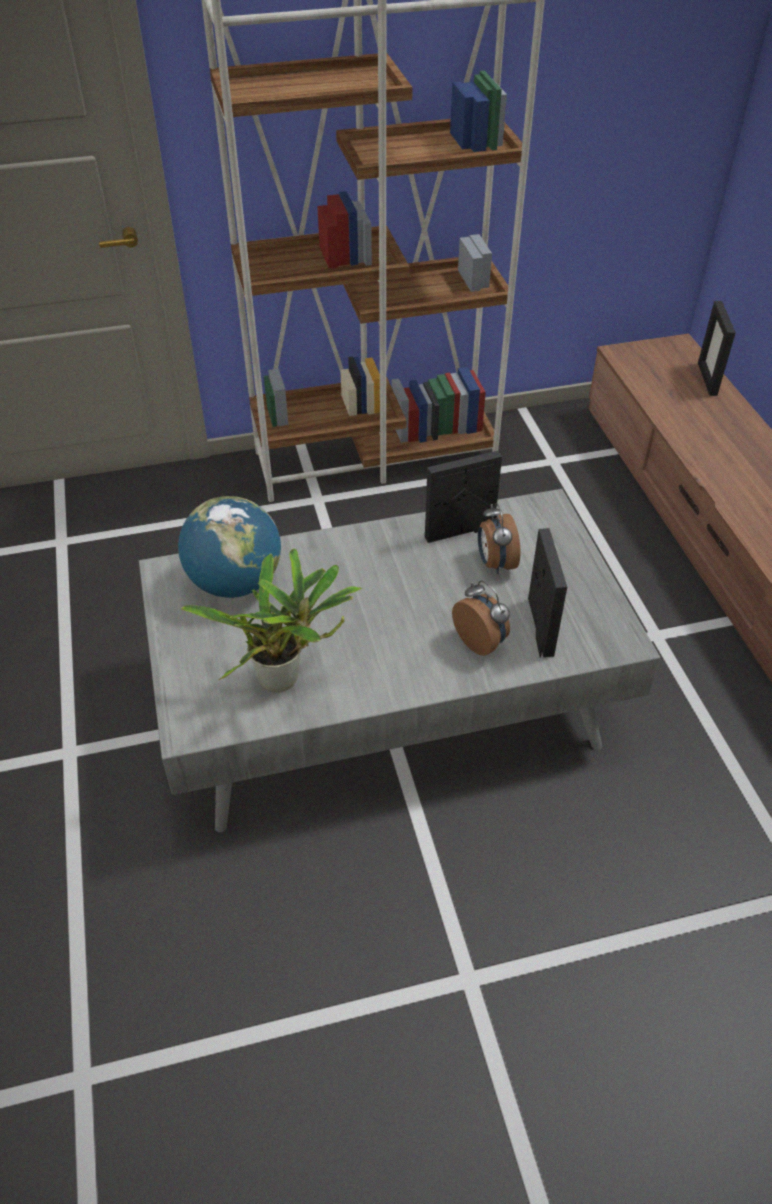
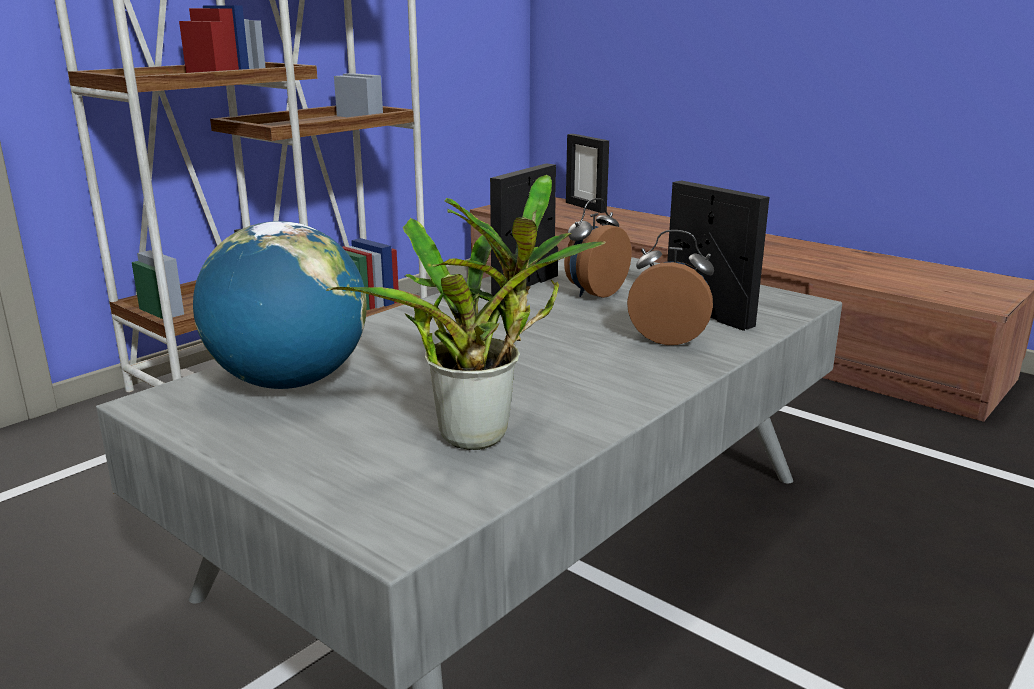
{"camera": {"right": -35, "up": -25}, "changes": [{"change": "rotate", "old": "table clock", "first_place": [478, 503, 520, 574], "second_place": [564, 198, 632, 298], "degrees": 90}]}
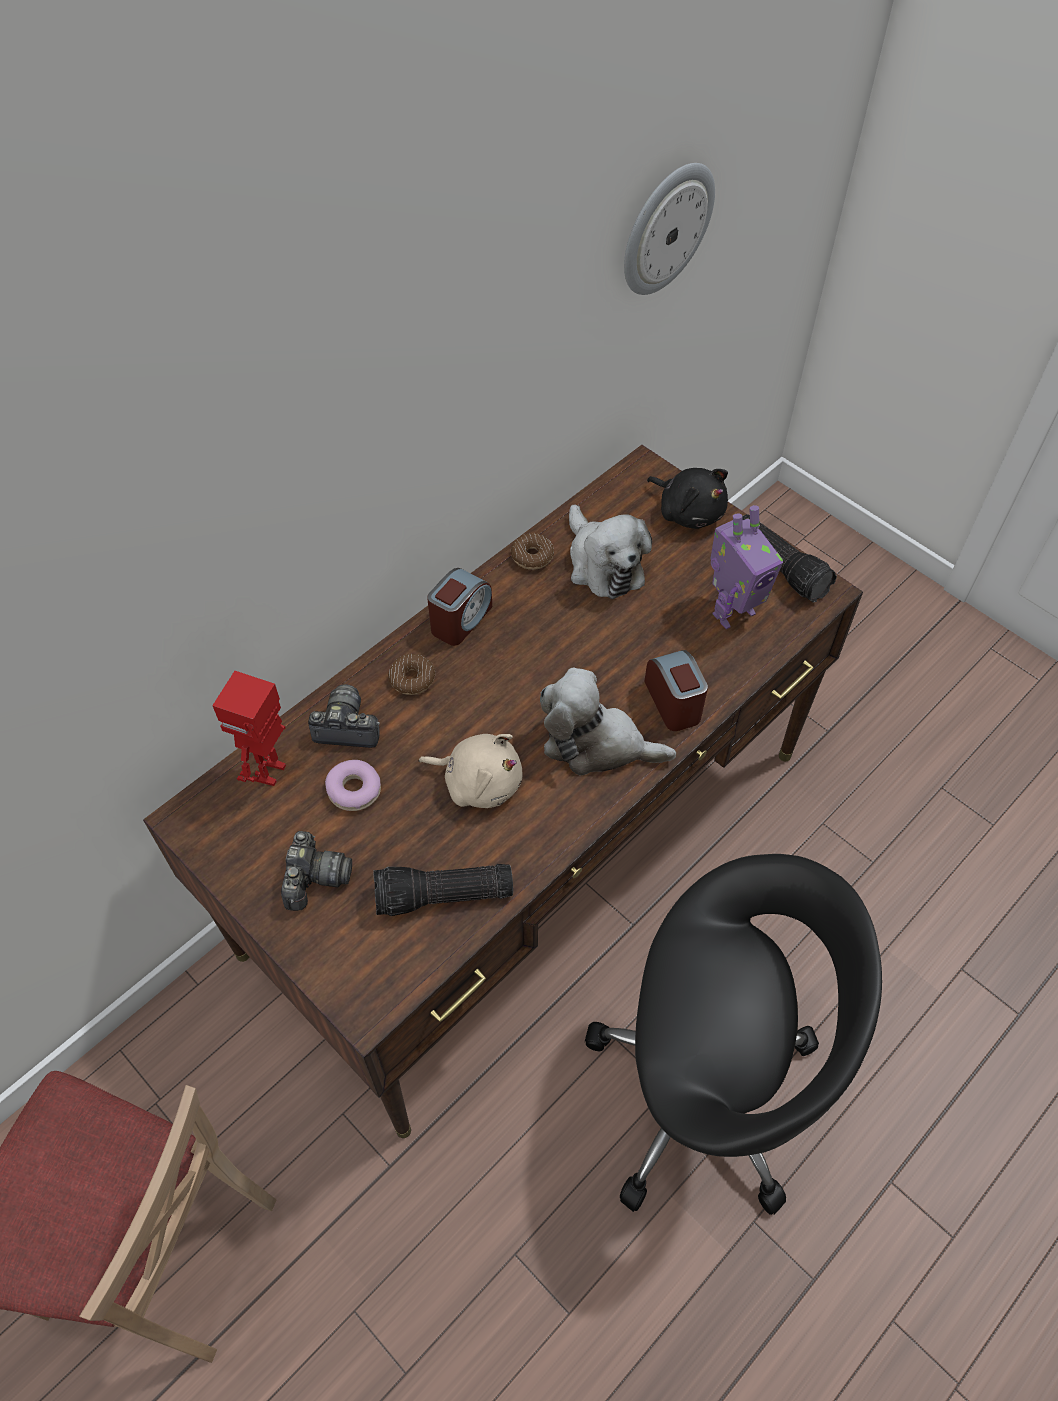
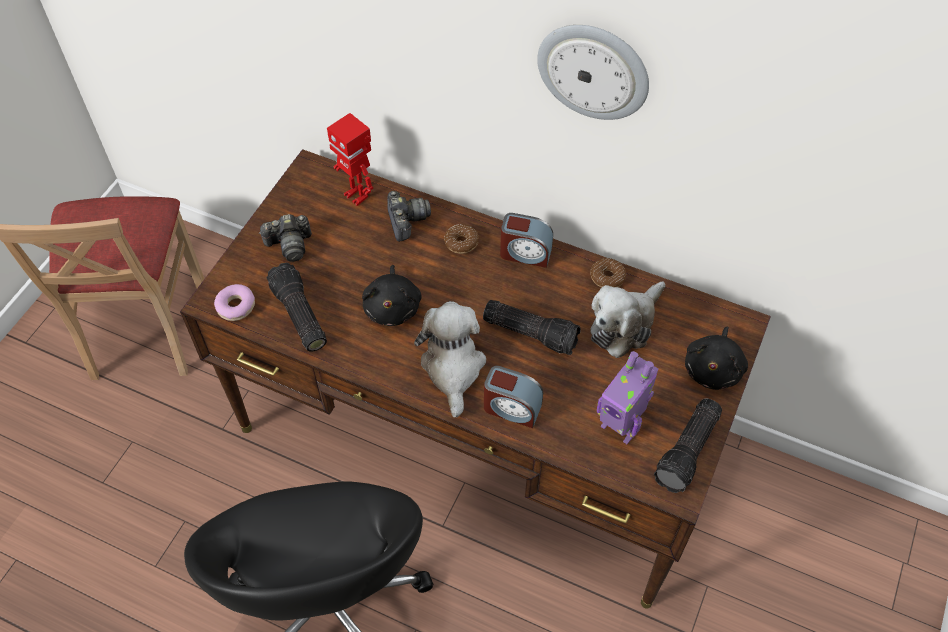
{"camera": {"right": 70, "up": 0}, "changes": [{"change": "insert", "new": "flashlight", "second_place": [483, 300, 581, 355]}, {"change": "move", "old": "donut", "first_place": [325, 760, 381, 811], "second_place": [214, 284, 255, 321]}, {"change": "move", "old": "hanging clock", "first_place": [624, 163, 715, 295], "second_place": [537, 25, 649, 120]}, {"change": "recolor", "old": "beige plush toy", "new": "black-coloured plush toy", "first_place": [419, 734, 522, 808], "second_place": [362, 265, 422, 326]}, {"change": "rotate", "old": "robot figure", "first_place": [212, 671, 286, 786], "second_place": [327, 113, 373, 206], "degrees": -135}, {"change": "rotate", "old": "table clock", "first_place": [644, 650, 708, 731], "second_place": [484, 366, 543, 428], "degrees": 60}]}
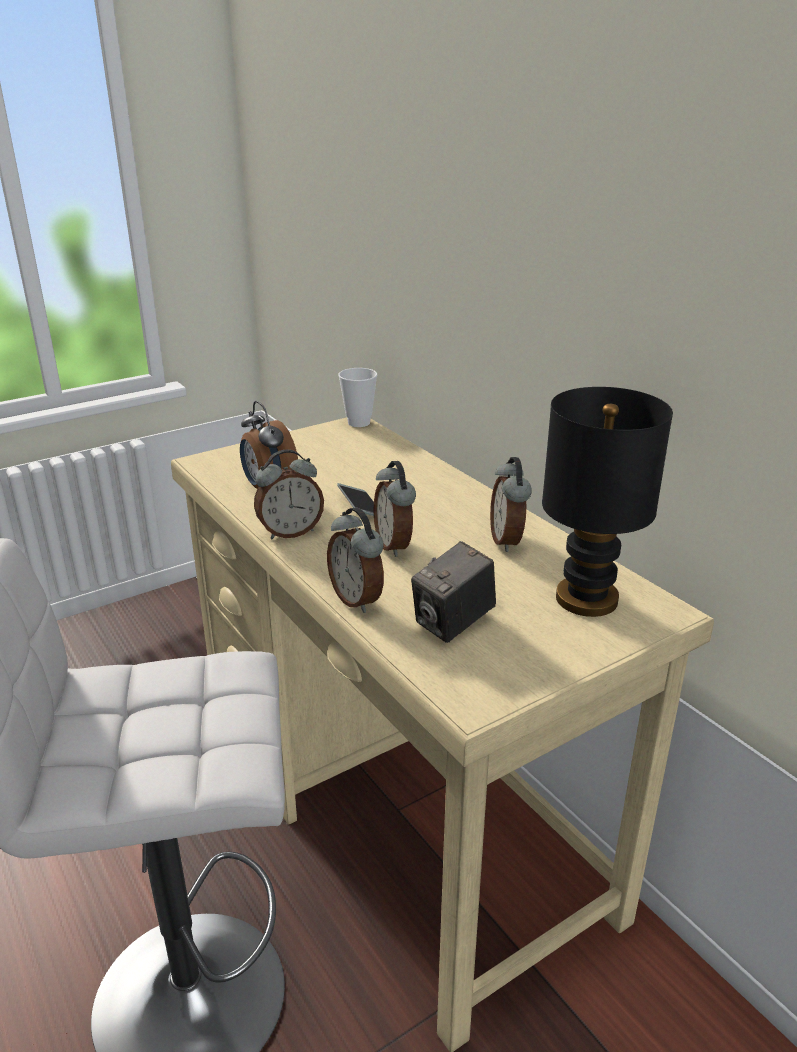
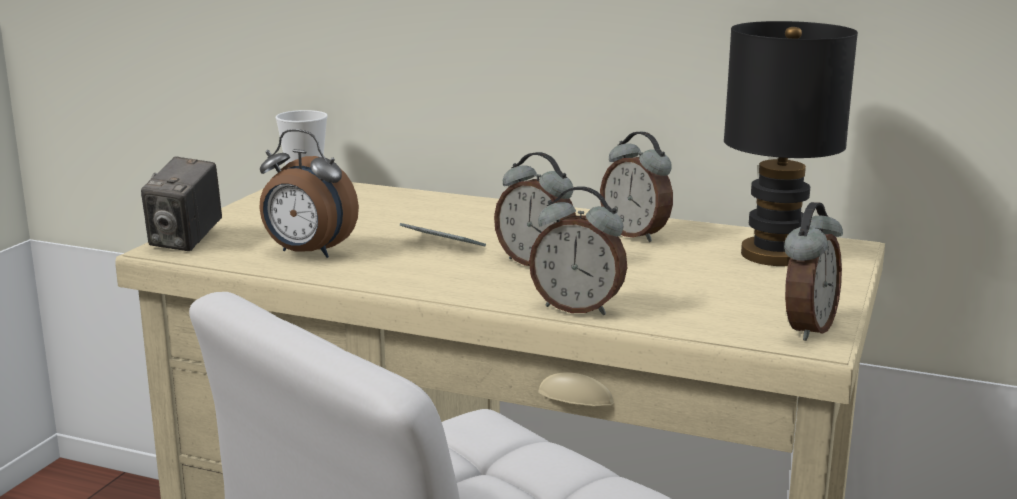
{"camera": {"right": -35, "up": -10}, "changes": [{"change": "move", "old": "table clock", "first_place": [254, 450, 324, 539], "second_place": [784, 202, 843, 341]}, {"change": "move", "old": "still camera", "first_place": [411, 541, 496, 643], "second_place": [141, 156, 222, 251]}]}
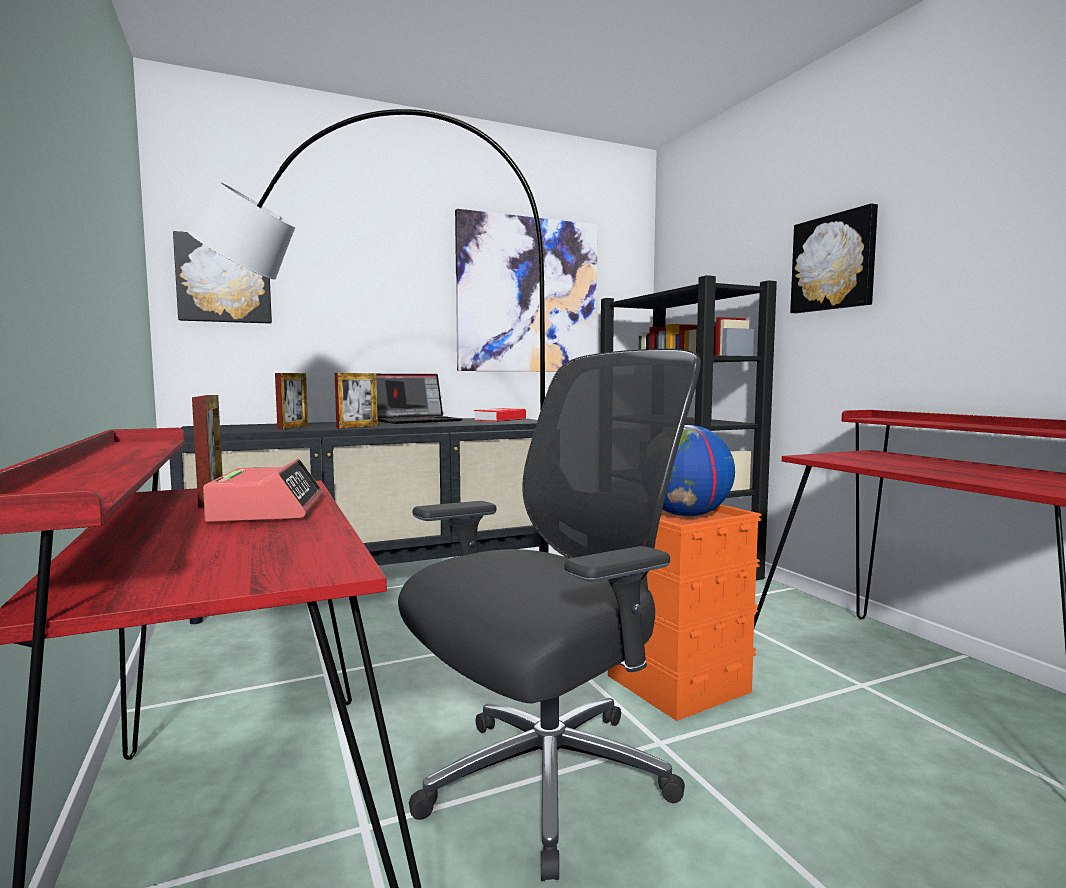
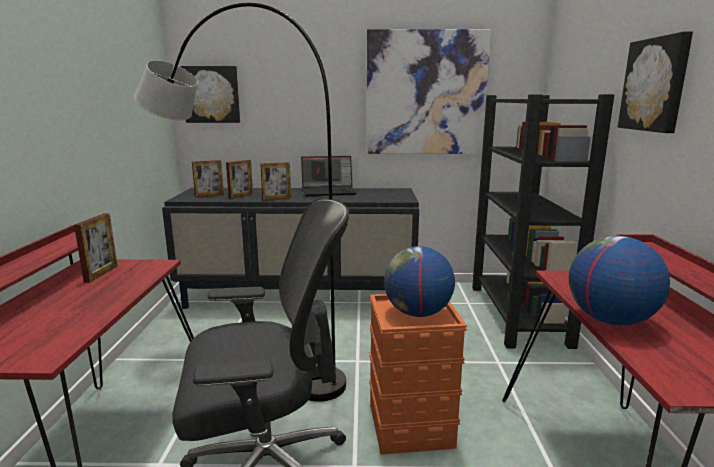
{"camera": {"right": 25, "up": 10}, "changes": [{"change": "delete", "old": "table clock", "first_place": [203, 459, 323, 522]}, {"change": "delete", "old": "bound book", "first_place": [474, 408, 526, 422]}, {"change": "insert", "new": "picture frame", "second_place": [192, 160, 224, 197]}, {"change": "insert", "new": "globe", "second_place": [569, 236, 670, 325]}]}
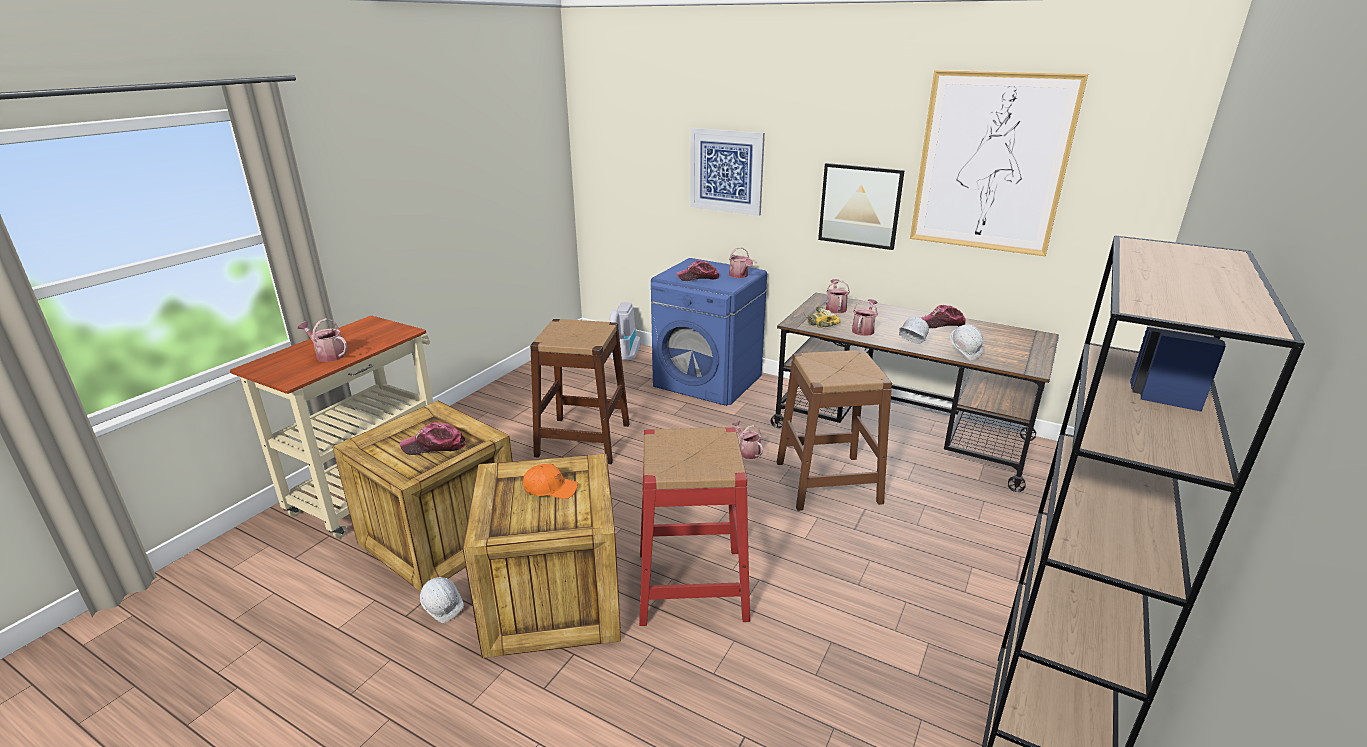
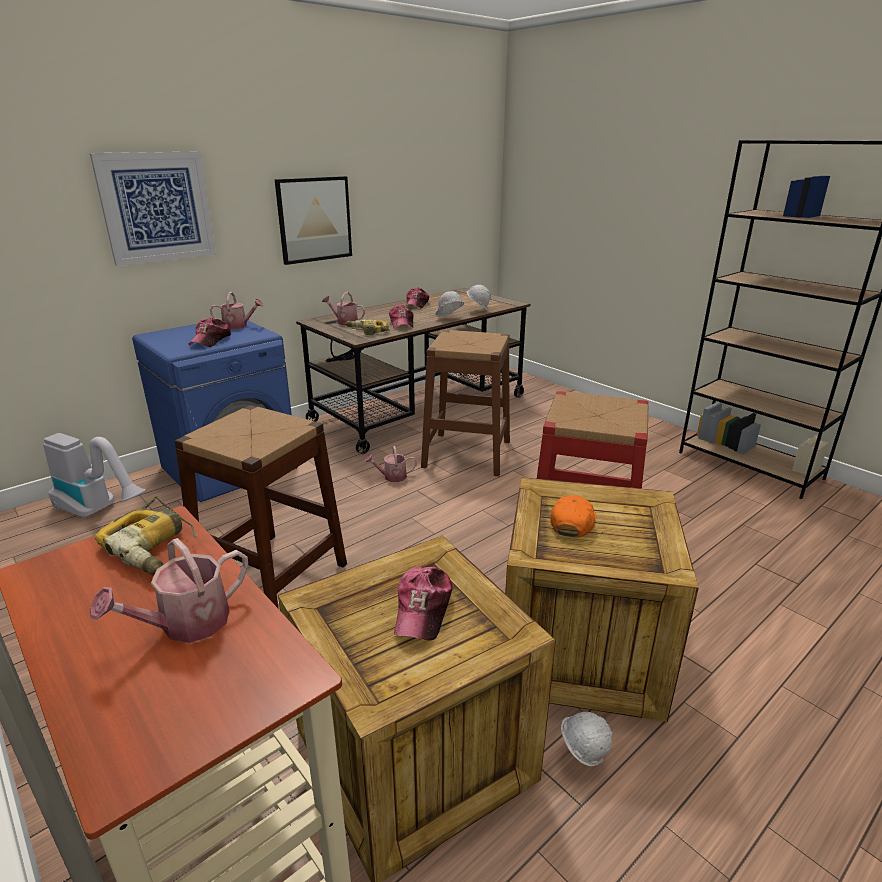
{"camera": {"right": -70, "up": 0}, "changes": [{"change": "delete", "old": "wall picture", "first_place": [910, 70, 1088, 257]}, {"change": "insert", "new": "drill", "second_place": [95, 496, 197, 576]}, {"change": "replace", "old": "watering can", "new": "cap", "first_place": [852, 299, 878, 336], "second_place": [389, 305, 414, 328]}]}
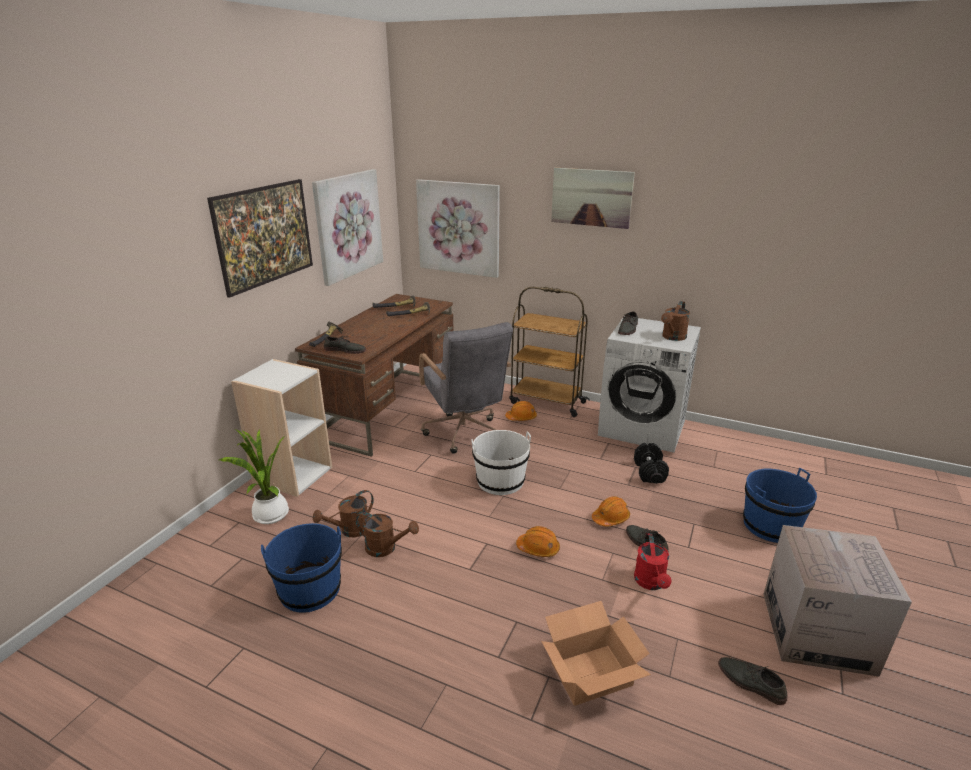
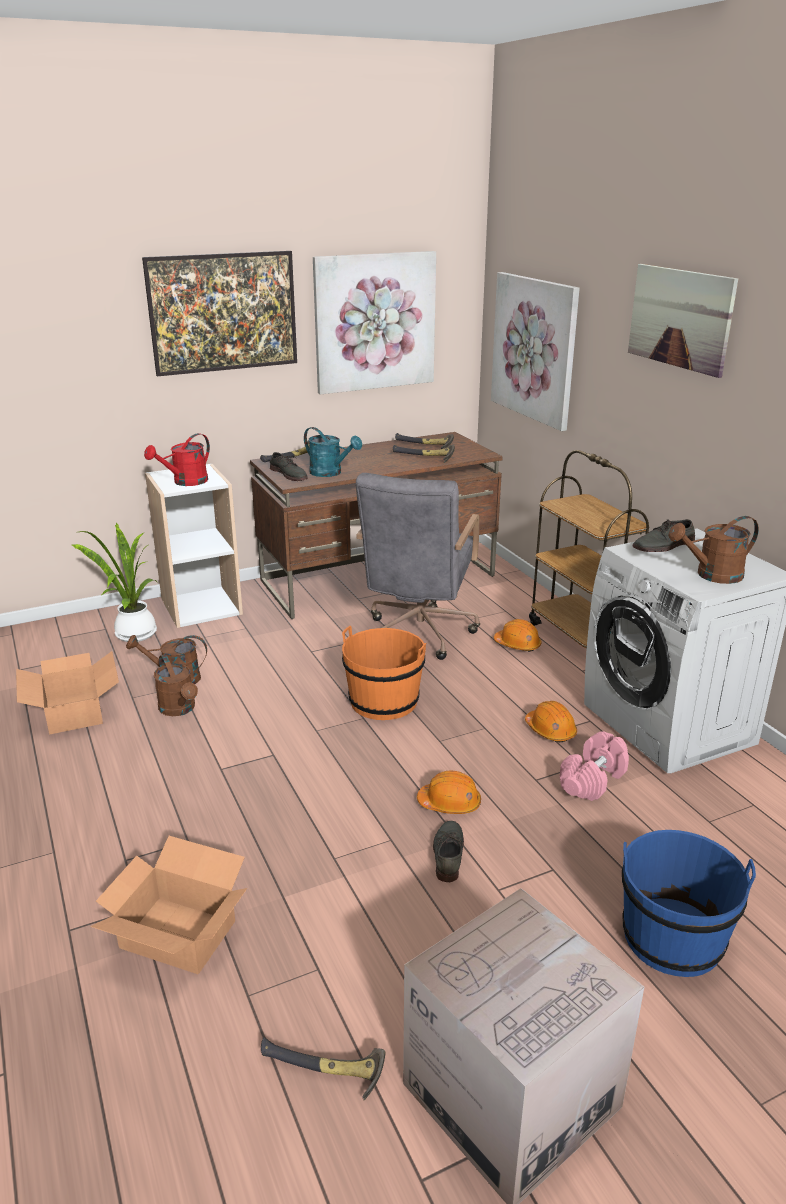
{"camera": {"right": 40, "up": 0}, "changes": [{"change": "insert", "new": "turquoise-coloured watering can", "second_place": [304, 427, 362, 477]}, {"change": "move", "old": "orange hard hat", "first_place": [516, 526, 560, 557], "second_place": [525, 701, 577, 742]}, {"change": "move", "old": "reddish watering can", "first_place": [634, 533, 672, 590], "second_place": [144, 433, 210, 486]}, {"change": "replace", "old": "blue-coloured bucket", "new": "packing box", "first_place": [261, 523, 342, 613], "second_place": [16, 651, 119, 735]}, {"change": "replace", "old": "greyish shoe", "new": "hand hammer", "first_place": [718, 657, 788, 705], "second_place": [261, 1037, 386, 1100]}, {"change": "recolor", "old": "white-coloured bucket", "new": "orange bucket", "first_place": [471, 430, 531, 495], "second_place": [342, 626, 426, 720]}, {"change": "recolor", "old": "black-coloured free weight", "new": "pink-coloured free weight", "first_place": [634, 443, 669, 484], "second_place": [559, 731, 629, 801]}]}
